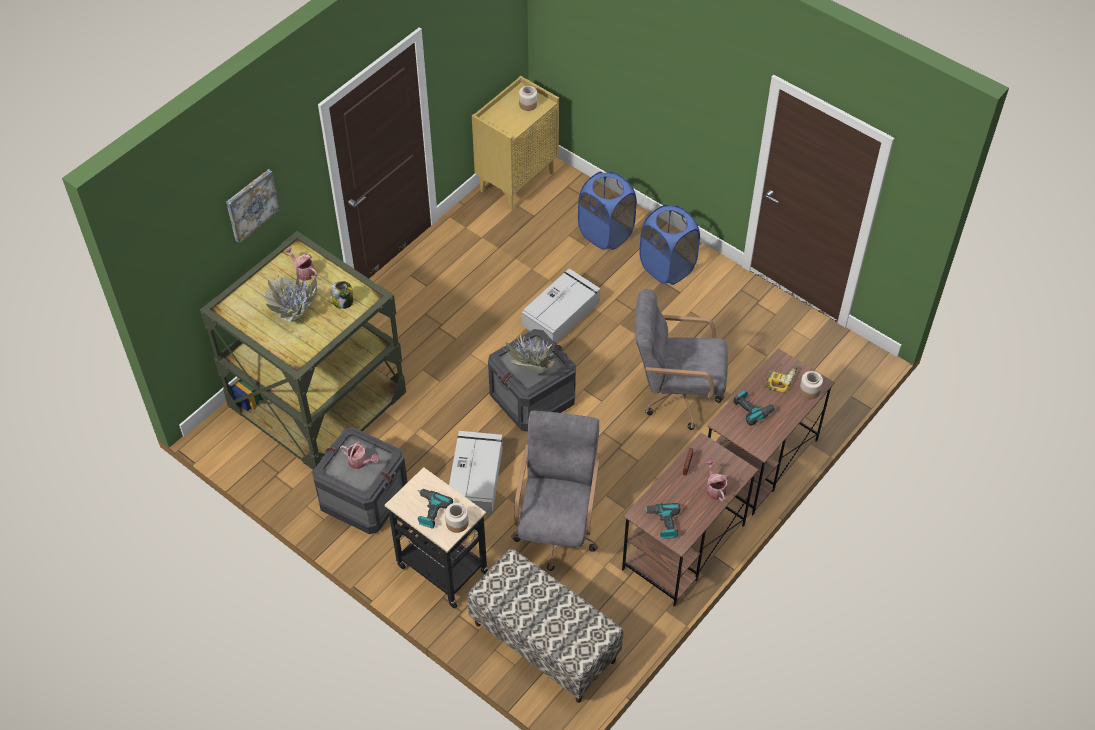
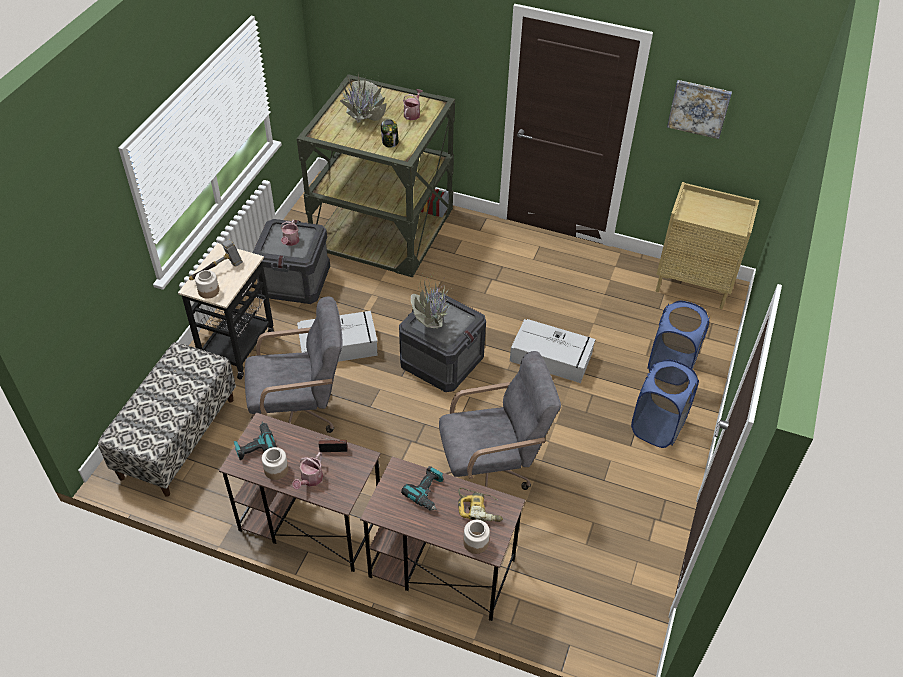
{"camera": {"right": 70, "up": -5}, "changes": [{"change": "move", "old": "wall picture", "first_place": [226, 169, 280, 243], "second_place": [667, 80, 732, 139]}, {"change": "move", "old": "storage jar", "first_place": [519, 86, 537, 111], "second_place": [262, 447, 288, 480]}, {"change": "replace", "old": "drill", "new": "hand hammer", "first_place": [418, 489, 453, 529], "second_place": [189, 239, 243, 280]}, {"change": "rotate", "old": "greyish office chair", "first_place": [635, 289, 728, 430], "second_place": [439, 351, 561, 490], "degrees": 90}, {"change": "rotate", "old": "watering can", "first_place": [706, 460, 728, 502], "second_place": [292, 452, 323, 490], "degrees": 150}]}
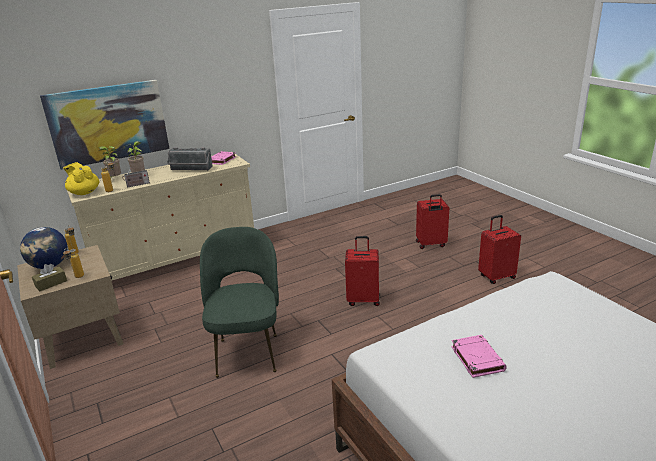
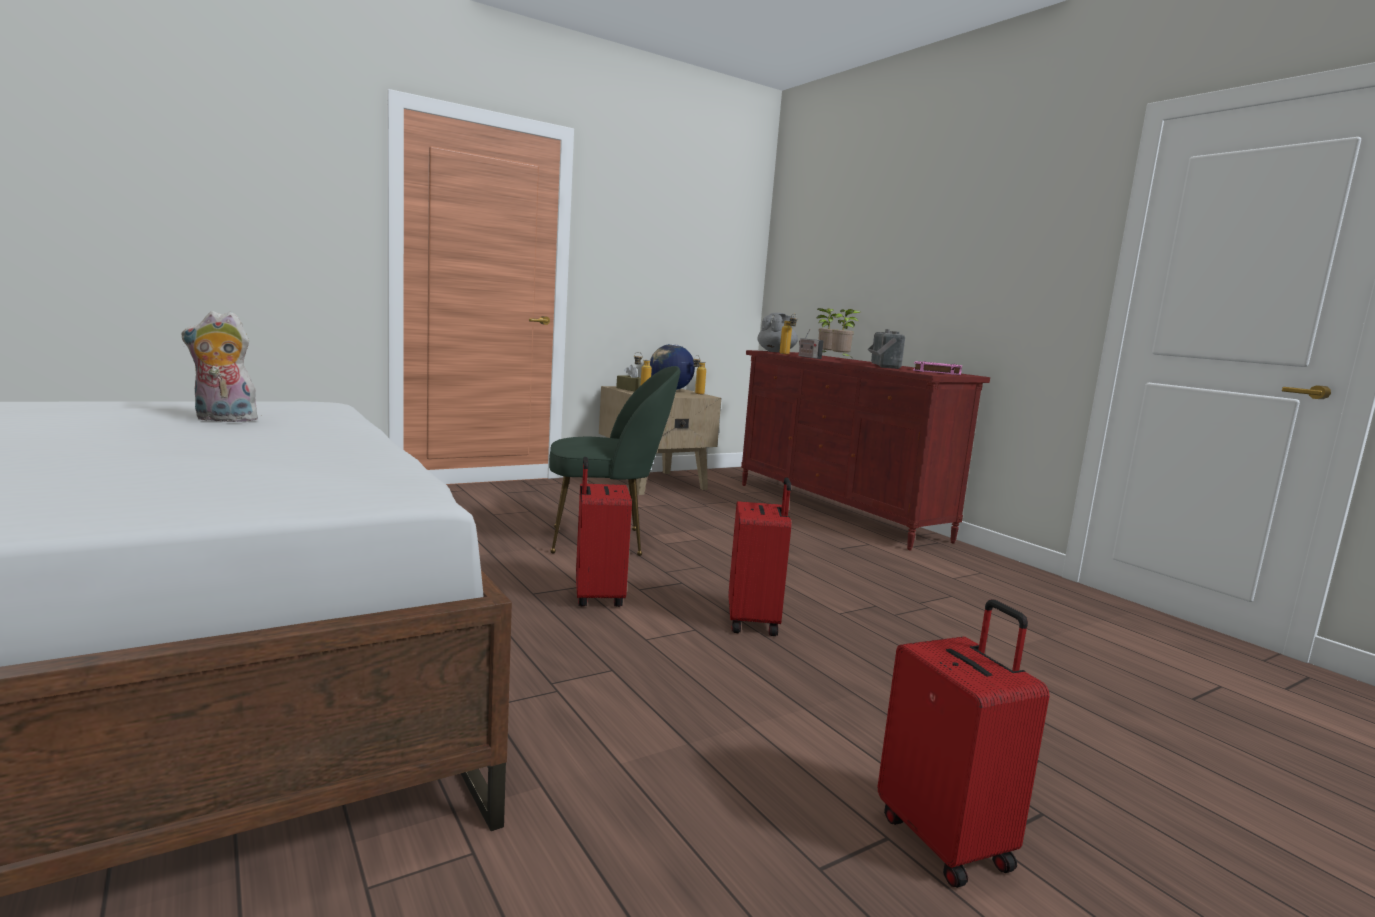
{"camera": {"right": 85, "up": -15}, "changes": [{"change": "delete", "old": "wall picture", "first_place": [40, 80, 170, 170]}, {"change": "move", "old": "reddish suitcase", "first_place": [416, 194, 449, 249], "second_place": [576, 457, 632, 607]}, {"change": "replace", "old": "pink-coloured bound book", "new": "plush toy", "first_place": [451, 335, 507, 378], "second_place": [182, 311, 262, 422]}, {"change": "recolor", "old": "yellow-coloured teapot", "new": "greyish teapot", "first_place": [63, 162, 99, 195], "second_place": [757, 313, 798, 352]}, {"change": "recolor", "old": "beige chest of drawers", "new": "reddish chest of drawers", "first_place": [66, 154, 254, 281], "second_place": [741, 350, 990, 551]}]}
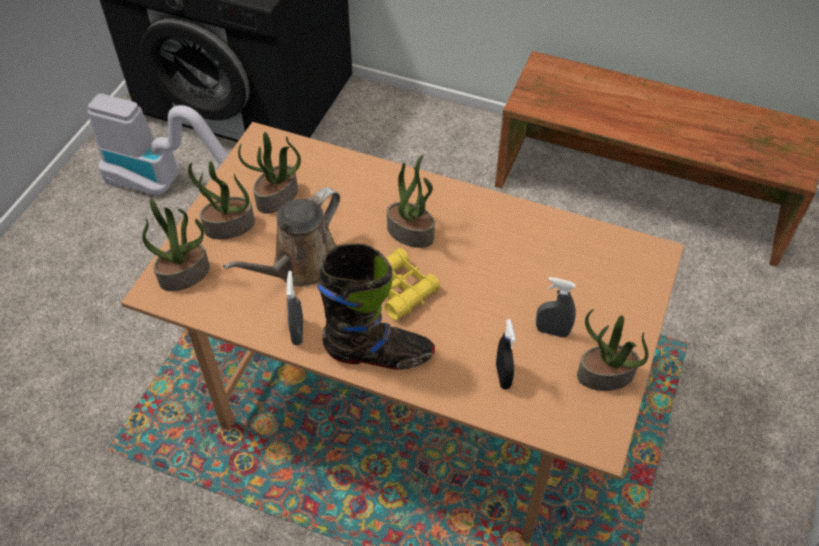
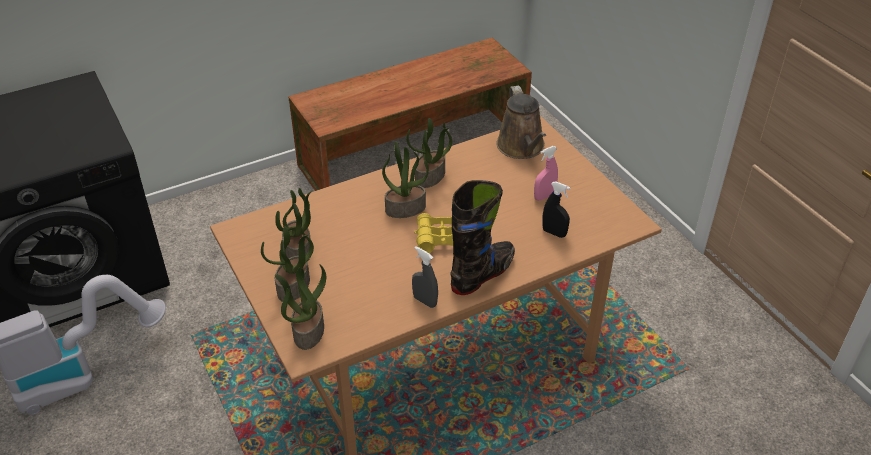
{"camera": {"right": -50, "up": -10}, "changes": [{"change": "move", "old": "brownish watering can", "first_place": [223, 187, 340, 287], "second_place": [496, 85, 546, 159]}, {"change": "move", "old": "houseplant", "first_place": [577, 309, 649, 391], "second_place": [406, 118, 452, 188]}, {"change": "recolor", "old": "greyish sprayer", "new": "pink-coloured sprayer", "first_place": [536, 277, 576, 338], "second_place": [534, 146, 558, 201]}]}
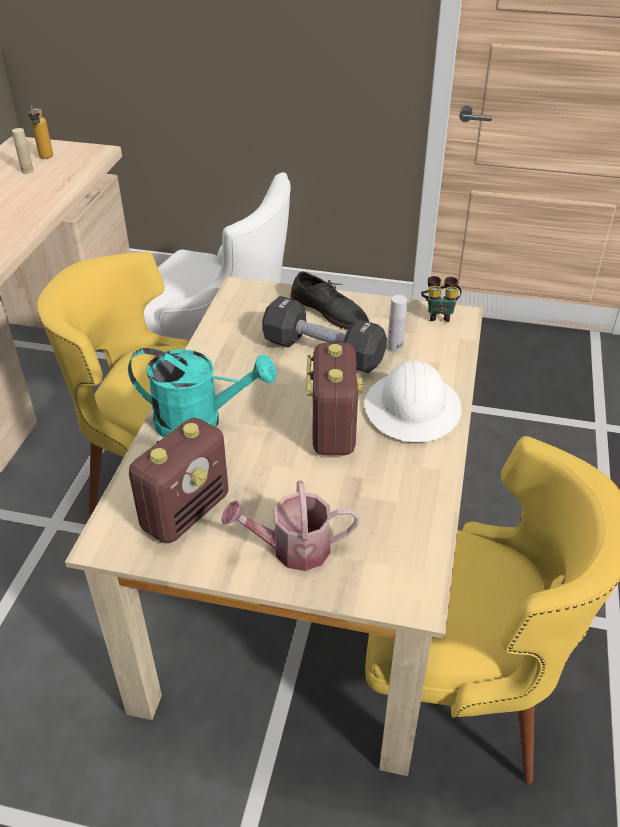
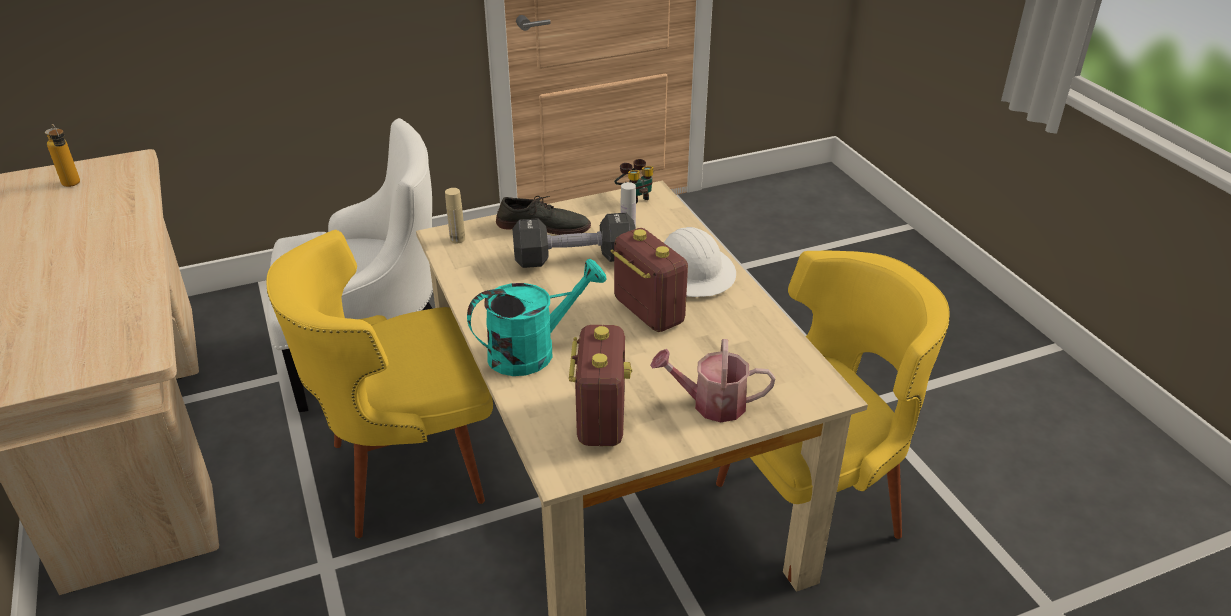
{"camera": {"right": -35, "up": -5}, "changes": [{"change": "move", "old": "beige bottle", "first_place": [12, 128, 34, 174], "second_place": [445, 188, 465, 243]}, {"change": "rotate", "old": "watering can", "first_place": [221, 480, 359, 571], "second_place": [650, 339, 775, 422], "degrees": 45}]}
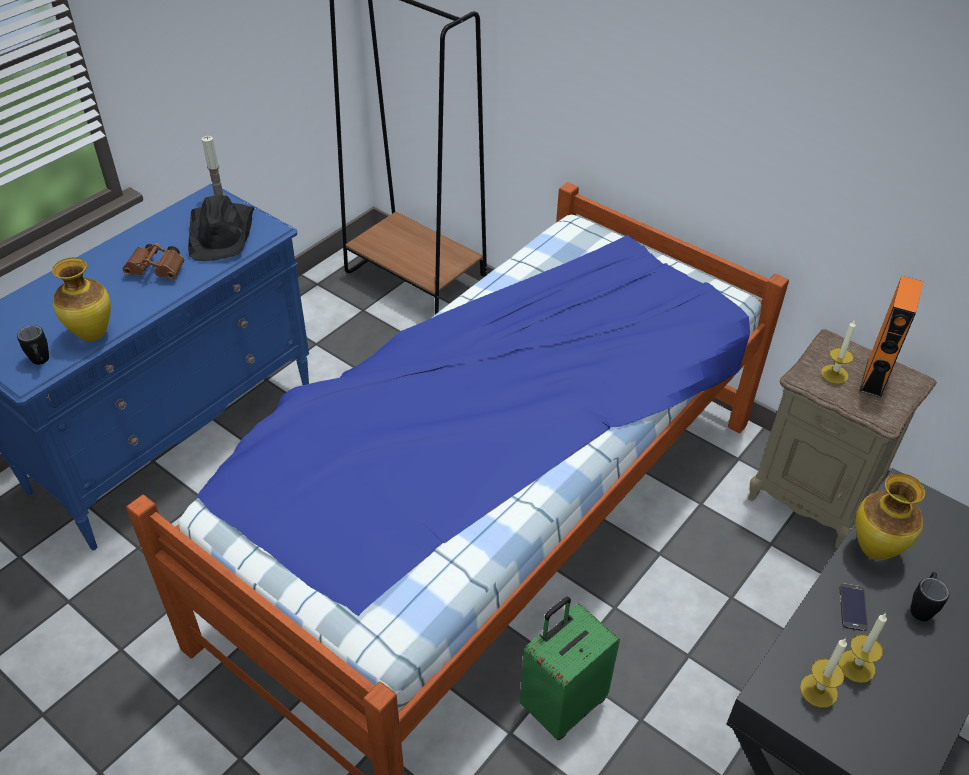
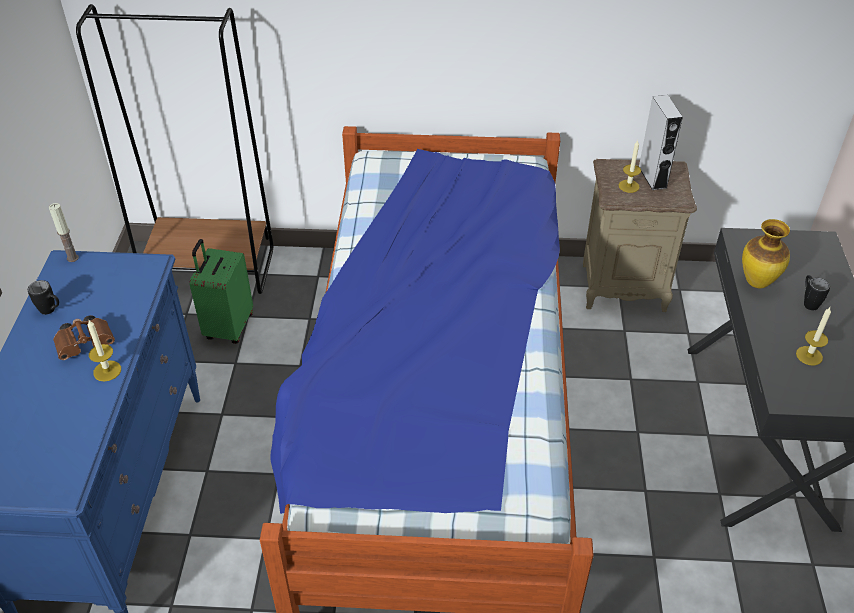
{"camera": {"right": -35, "up": 0}, "changes": [{"change": "delete", "old": "vase", "first_place": [52, 258, 111, 342]}, {"change": "delete", "old": "black-coloured wearable hat", "first_place": [188, 195, 254, 261]}, {"change": "delete", "old": "telephone", "first_place": [840, 583, 868, 631]}, {"change": "move", "old": "black-coloured mug", "first_place": [17, 325, 49, 365], "second_place": [28, 280, 59, 315]}, {"change": "move", "old": "green-coloured suitcase", "first_place": [520, 597, 620, 740], "second_place": [189, 239, 253, 344]}, {"change": "move", "old": "candle", "first_place": [800, 638, 847, 708], "second_place": [88, 320, 121, 382]}, {"change": "recolor", "old": "orange loudspeaker", "new": "greyish loudspeaker", "first_place": [860, 276, 923, 398], "second_place": [638, 95, 683, 190]}]}
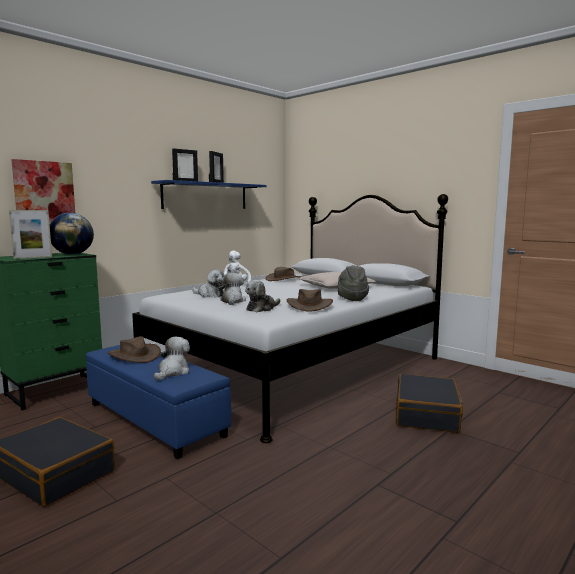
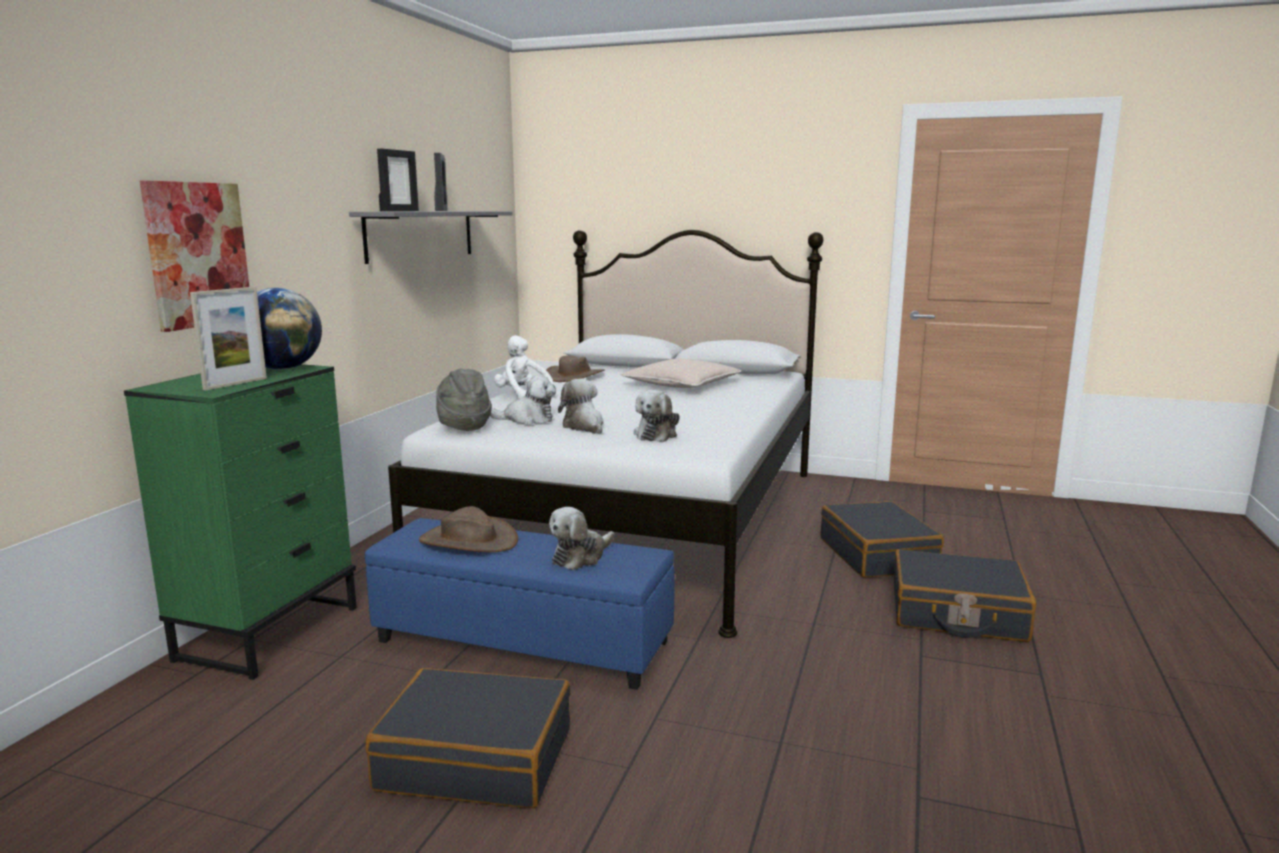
{"camera": {"right": -25, "up": 5}, "changes": [{"change": "delete", "old": "brownish wearable hat", "first_place": [287, 289, 333, 312]}, {"change": "insert", "new": "black-coloured suitcase", "second_place": [894, 549, 1036, 642]}, {"change": "move", "old": "greyish wearable hat", "first_place": [338, 265, 369, 301], "second_place": [436, 368, 492, 431]}, {"change": "recolor", "old": "blue-coloured shelf", "new": "greyish shelf", "first_place": [151, 180, 267, 209], "second_place": [349, 211, 512, 264]}, {"change": "rotate", "old": "plush toy", "first_place": [154, 337, 190, 380], "second_place": [549, 507, 615, 570], "degrees": -135}]}
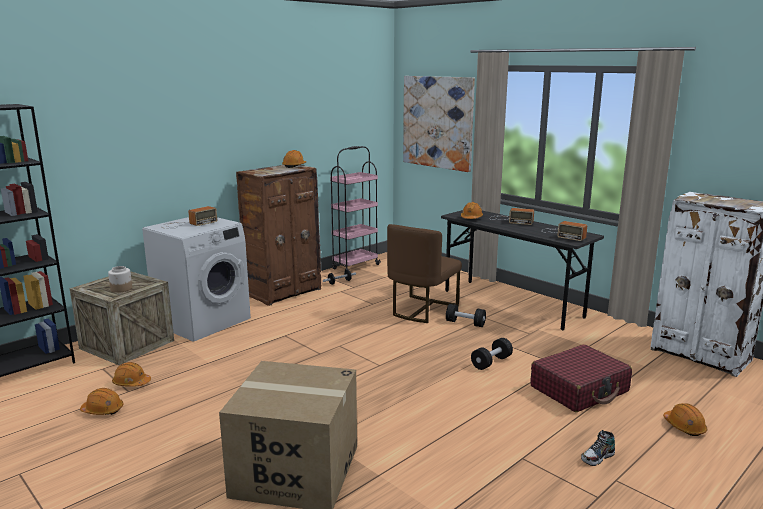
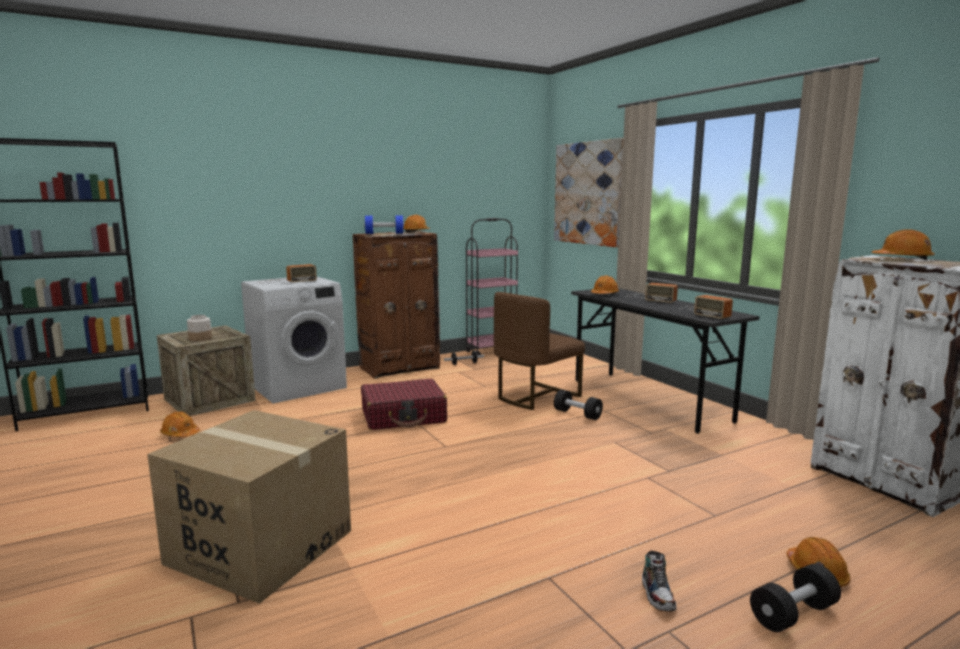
{"camera": {"right": 15, "up": -5}, "changes": [{"change": "insert", "new": "blue-coloured free weight", "second_place": [364, 215, 404, 234]}, {"change": "move", "old": "orange hard hat", "first_place": [80, 388, 123, 415], "second_place": [871, 229, 935, 260]}, {"change": "move", "old": "black-coloured free weight", "first_place": [471, 338, 513, 370], "second_place": [750, 564, 841, 632]}, {"change": "move", "old": "reddish suitcase", "first_place": [530, 344, 632, 412], "second_place": [361, 379, 447, 430]}, {"change": "rotate", "old": "shoe", "first_place": [581, 430, 615, 466], "second_place": [642, 551, 676, 611], "degrees": -75}]}
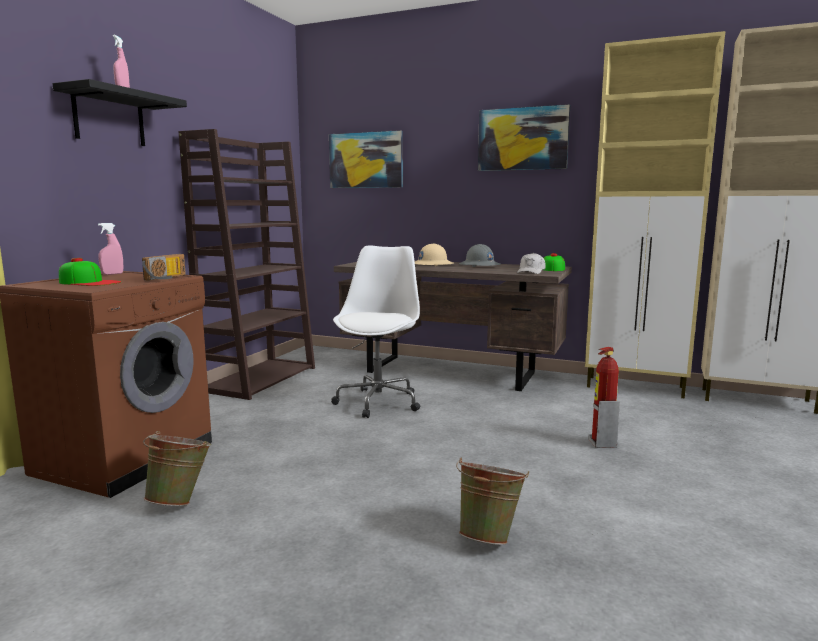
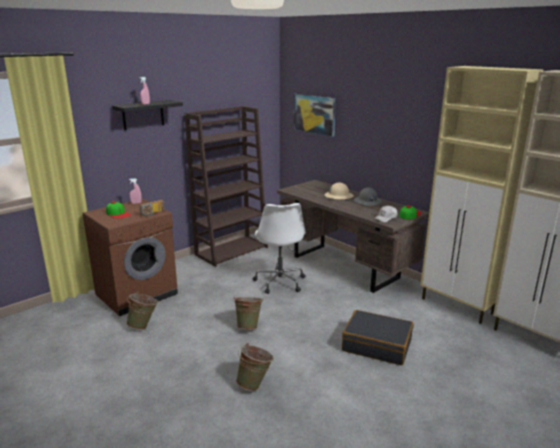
{"camera": {"right": 25, "up": 10}, "changes": [{"change": "delete", "old": "wall picture", "first_place": [478, 104, 570, 171]}, {"change": "insert", "new": "green-coloured bucket", "second_place": [233, 297, 263, 329]}, {"change": "replace", "old": "fire extinguisher", "new": "black-coloured suitcase", "first_place": [588, 347, 620, 448], "second_place": [342, 310, 413, 365]}, {"change": "rotate", "old": "white-coloured office chair", "first_place": [331, 246, 420, 418], "second_place": [253, 203, 306, 294], "degrees": 135}]}
